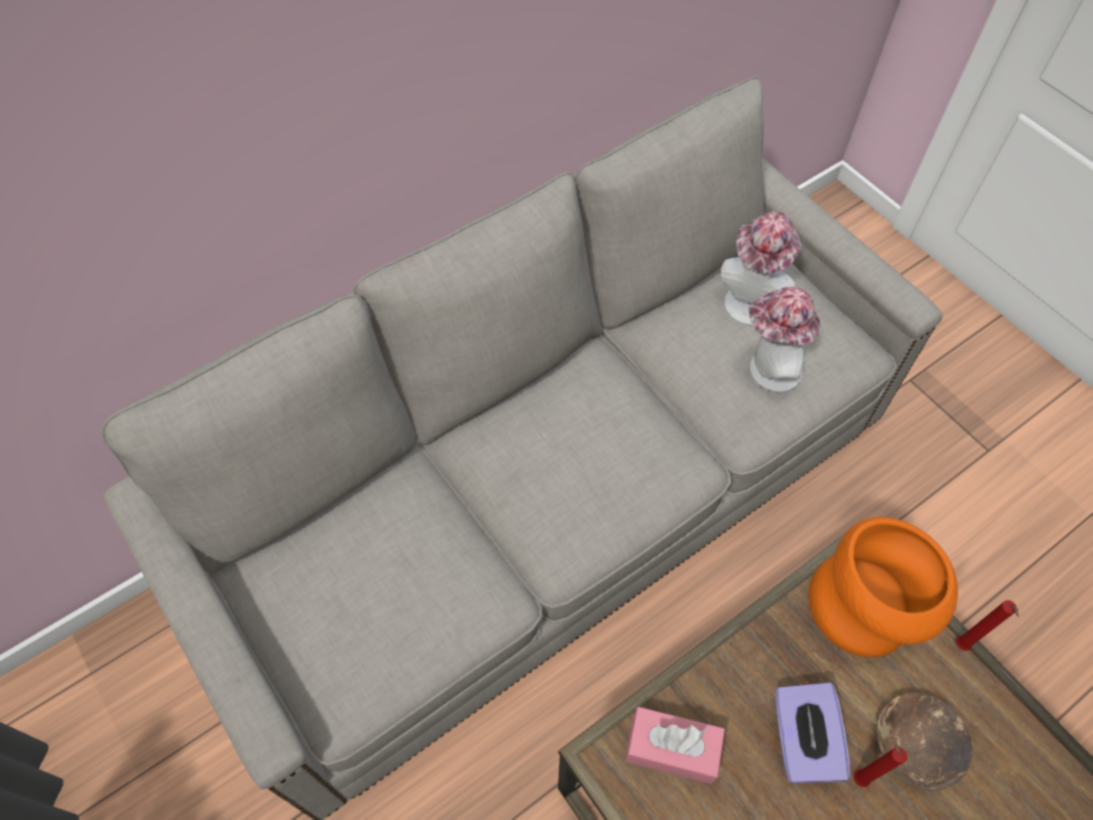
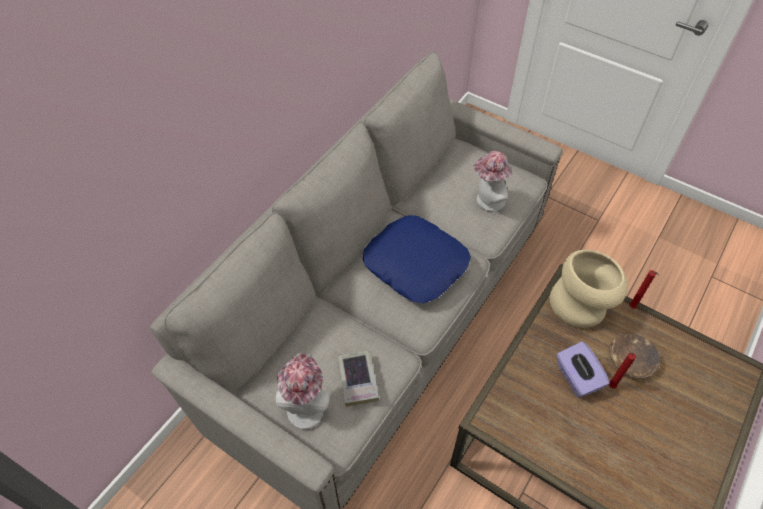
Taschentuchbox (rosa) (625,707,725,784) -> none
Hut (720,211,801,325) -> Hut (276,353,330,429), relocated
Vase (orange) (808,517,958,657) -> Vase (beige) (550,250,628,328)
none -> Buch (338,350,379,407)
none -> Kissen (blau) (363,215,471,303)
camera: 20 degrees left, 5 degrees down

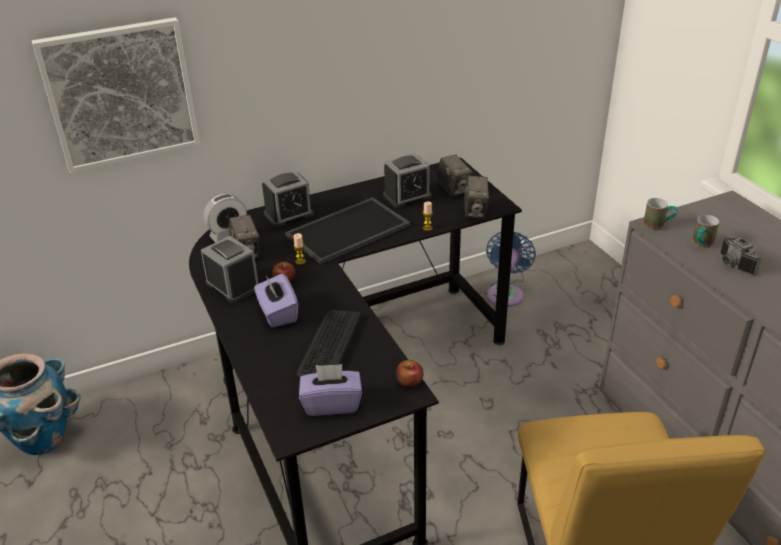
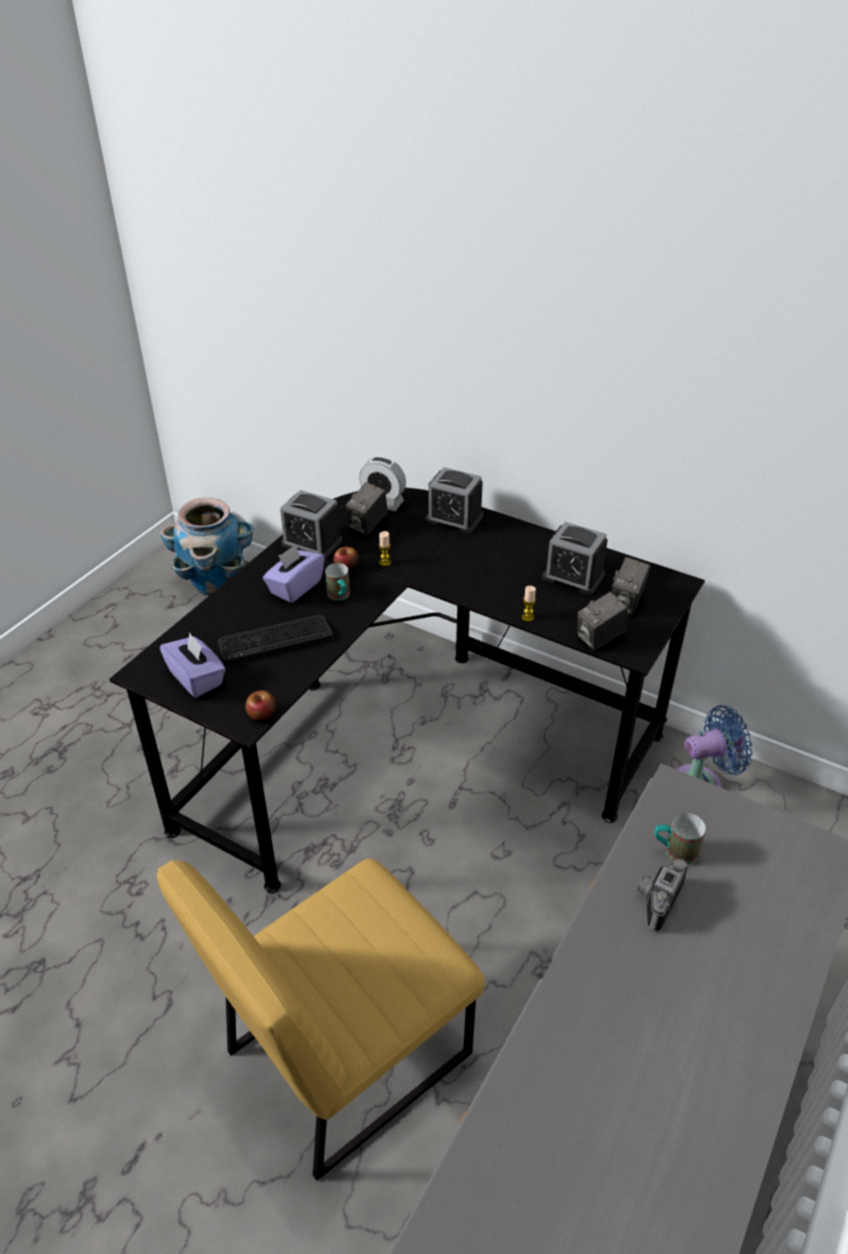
Bild (32,17,200,173) -> none
Wecker (201,236,258,303) -> Wecker (280,490,342,559), 105 degrees clockwise
Tablett (285,197,410,264) -> none
Henkelbecher (643,198,678,231) -> Henkelbecher (325,563,350,601), relocated
camera: 55 degrees right, 5 degrees up

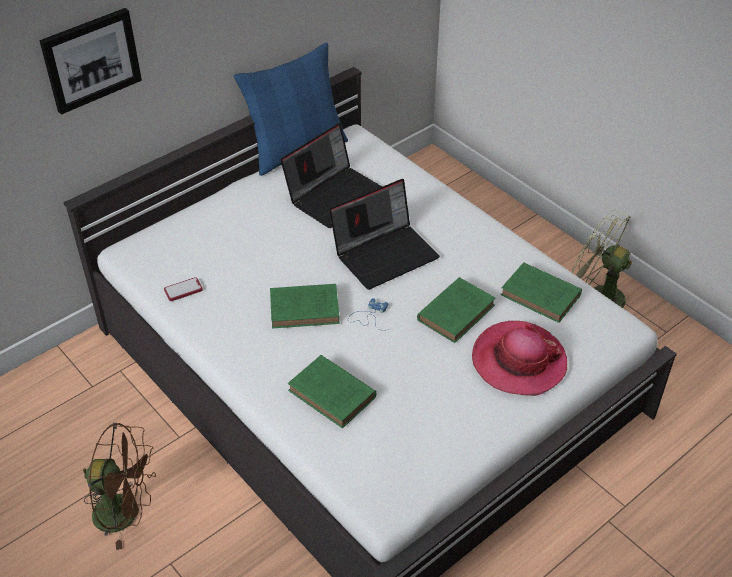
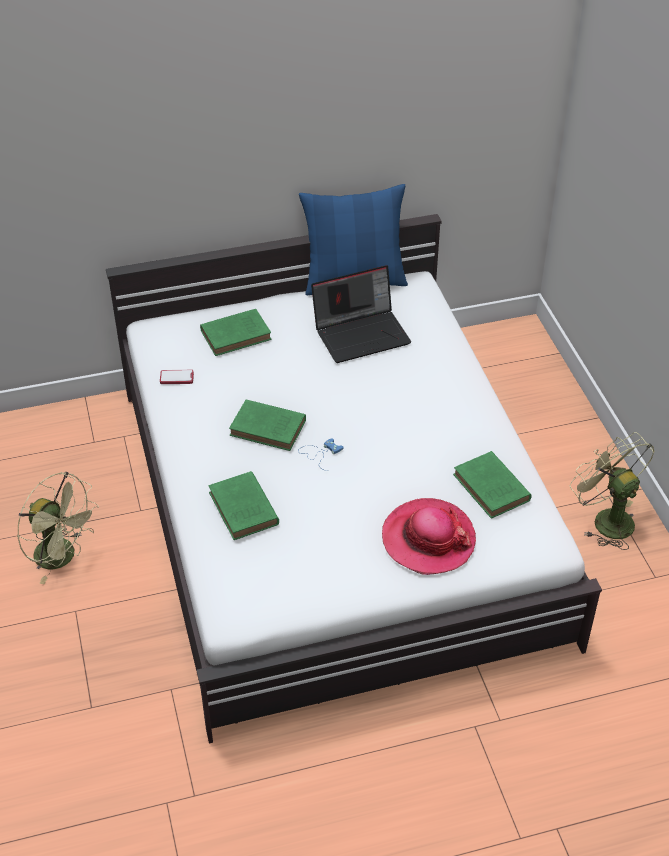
Bild (39,8,142,115) -> none
Ventilator (braun) (83,423,156,550) -> Ventilator (grün) (17,472,99,584)
Laptop (329,179,440,290) -> none
Buch (grün) (417,277,496,343) -> Buch (grün) (200,309,272,356), relocated
camera: 25 degrees right, 0 degrees up

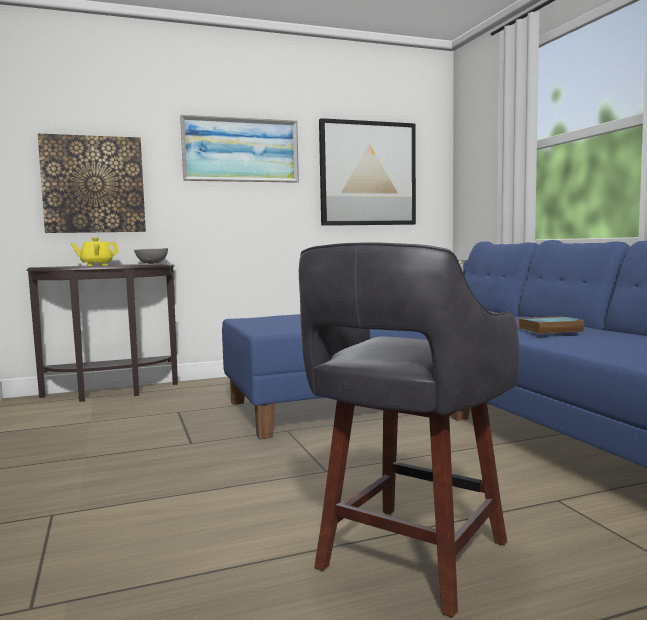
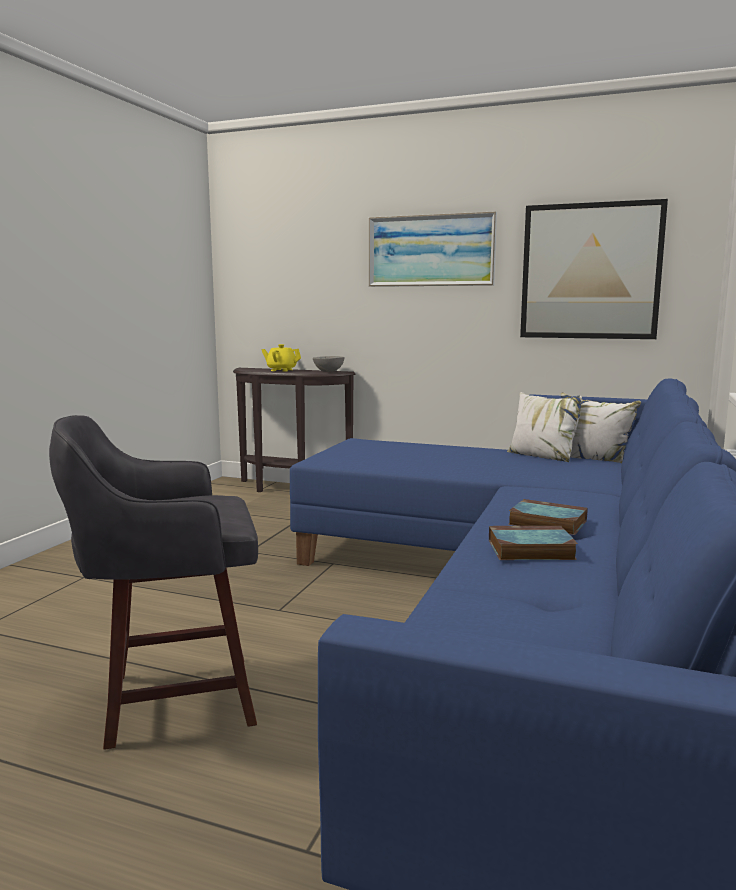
Bild (38,134,146,233) -> none
none -> Buch (489,526,578,560)
camera: 40 degrees right, 5 degrees up

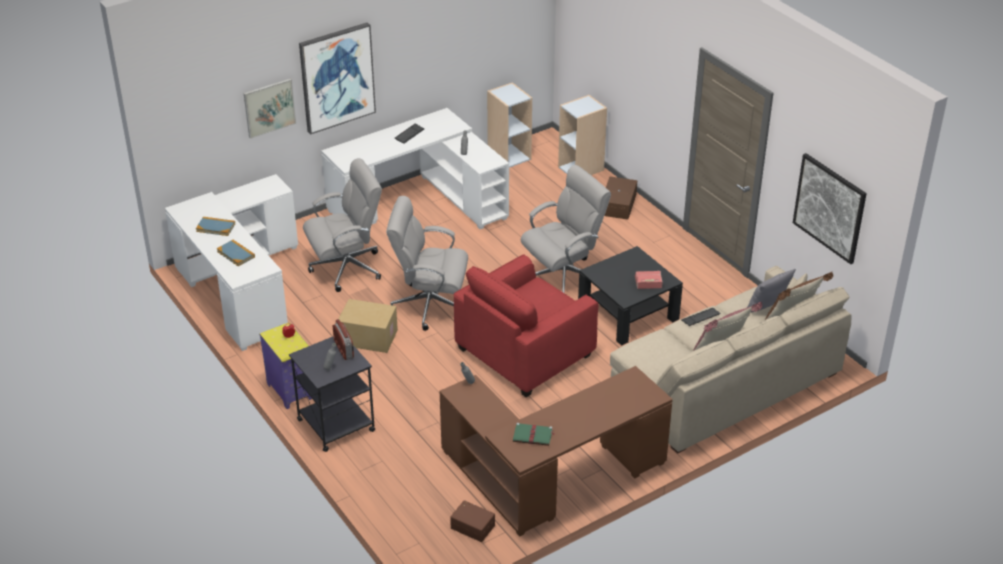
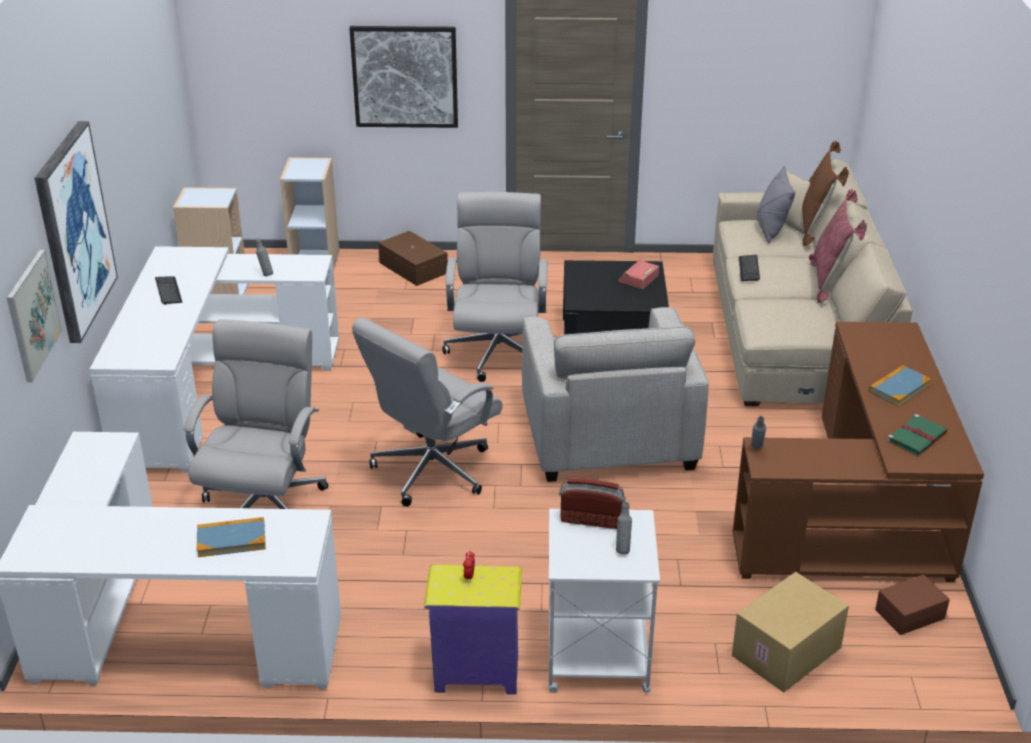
Buch (196,217,235,236) -> Buch (869,365,932,407), relocated
Rollwagen (schwarz) (289,337,375,452) -> Rollwagen (weiß) (548,509,660,693)
Karton (339,299,398,353) -> Karton (732,572,849,692), relocated
Sessel (rot) (454,255,598,397) -> Sessel (grau) (522,307,709,482)
Bild (793,153,867,264) -> Bild (349,26,458,128), relocated
camera: 55 degrees left, 5 degrees down

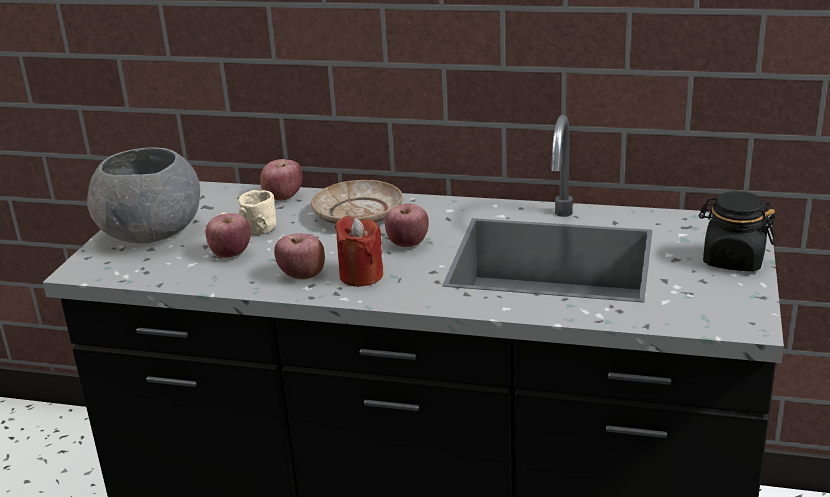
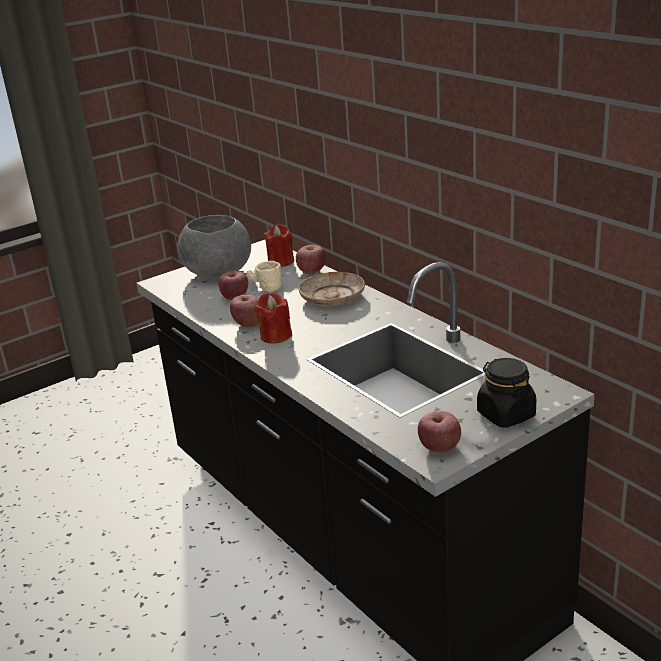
Apfel (385,203,429,247) -> Apfel (418,411,461,453), relocated
none -> Kerze (rot) (264,224,294,267)
camera: 40 degrees right, 0 degrees up

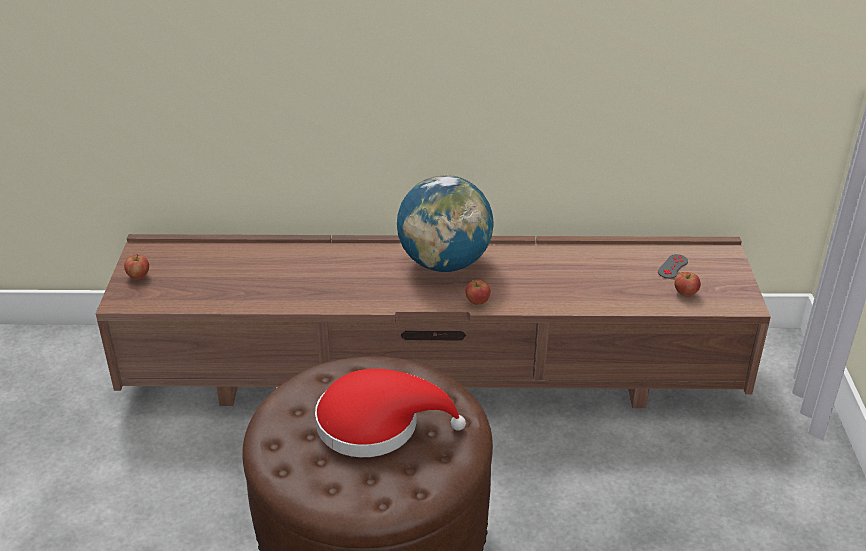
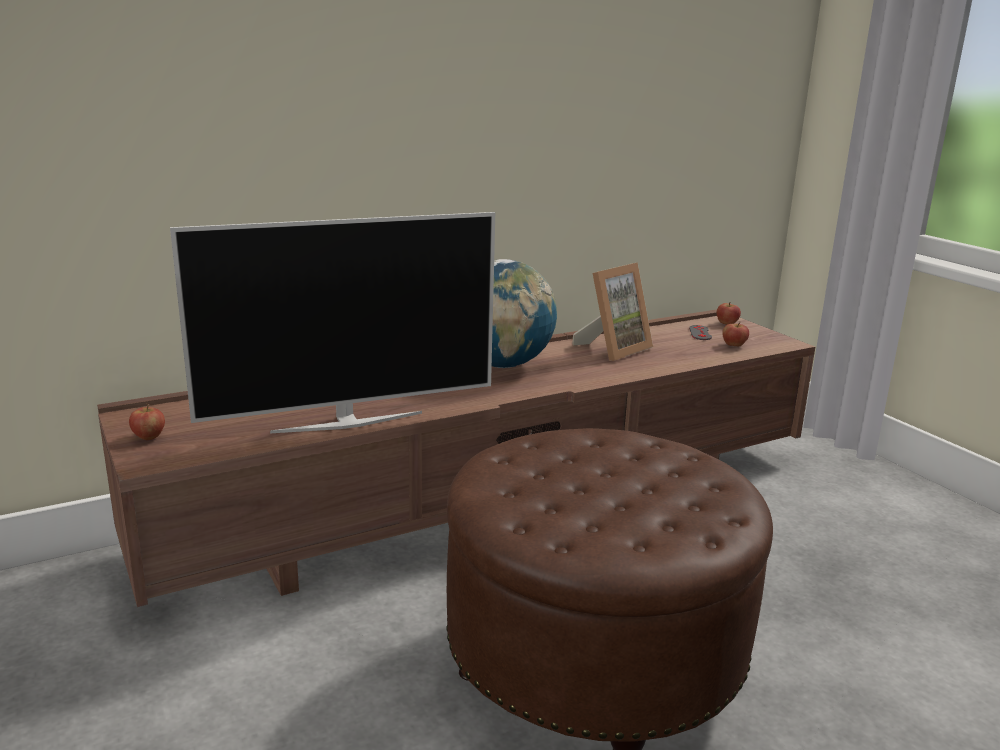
Hut (rot) (315,369,466,457) -> none
Apfel (465,279,490,305) -> Apfel (717,302,741,325), relocated
none -> Fernseher (170,212,495,433)
none -> Bilderrahmen (572,262,653,361)
camera: 30 degrees left, 15 degrees down

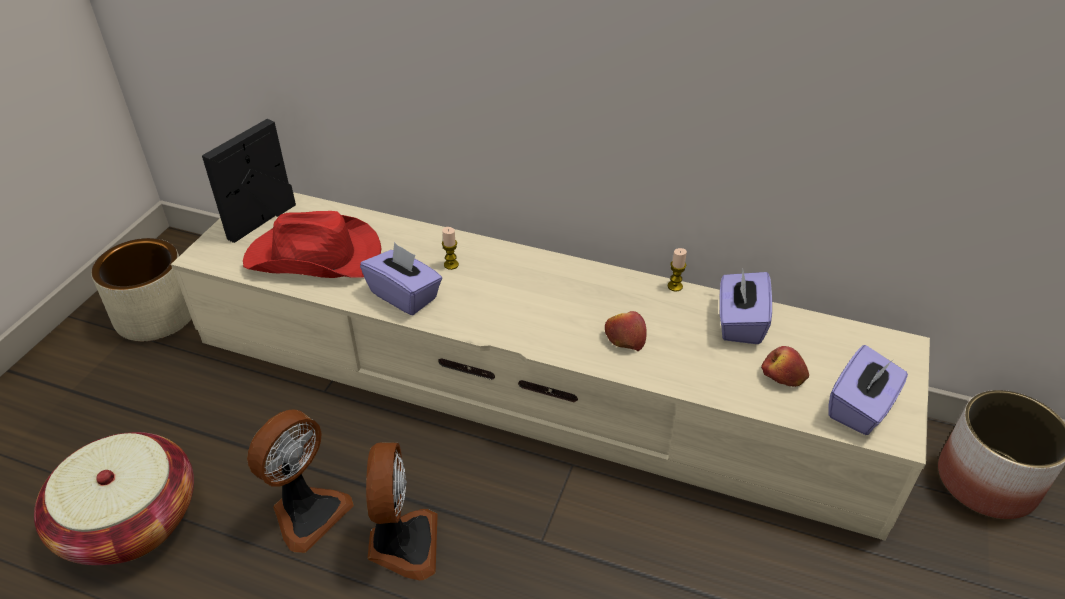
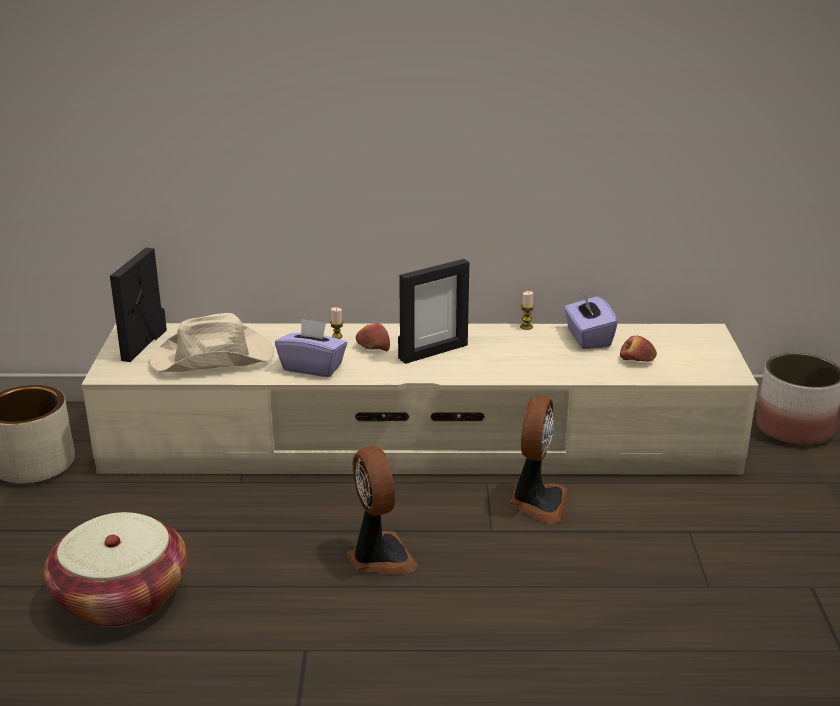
Hut (rot) (243,211,382,278) -> Hut (beige) (149,313,274,372)
Ventilator (247,409,354,553) -> Ventilator (508,396,570,524), relocated
Apfel (605,311,647,351) -> Apfel (356,323,390,351), relocated
Taschentuchbox (lila) (828,345,908,435) -> none
none -> Bilderrahmen (398,259,469,364)
camera: 20 degrees left, 15 degrees down

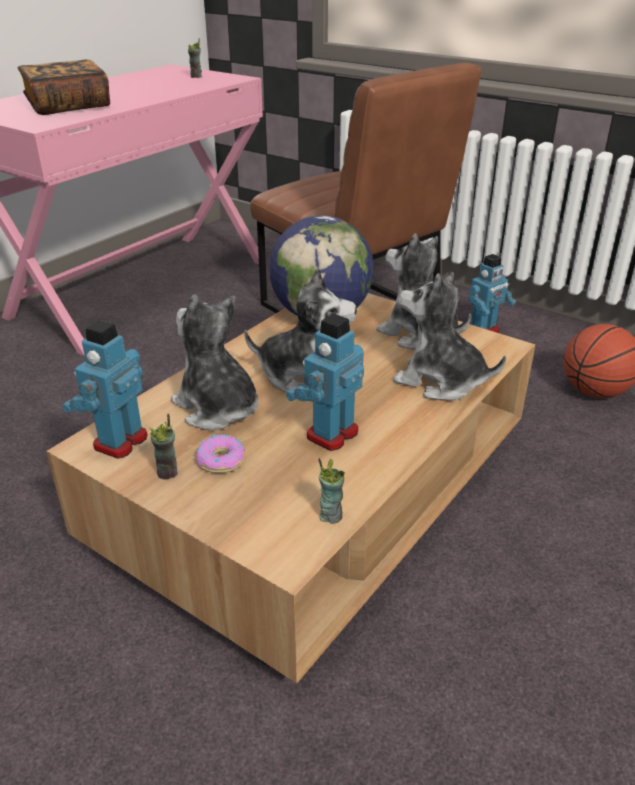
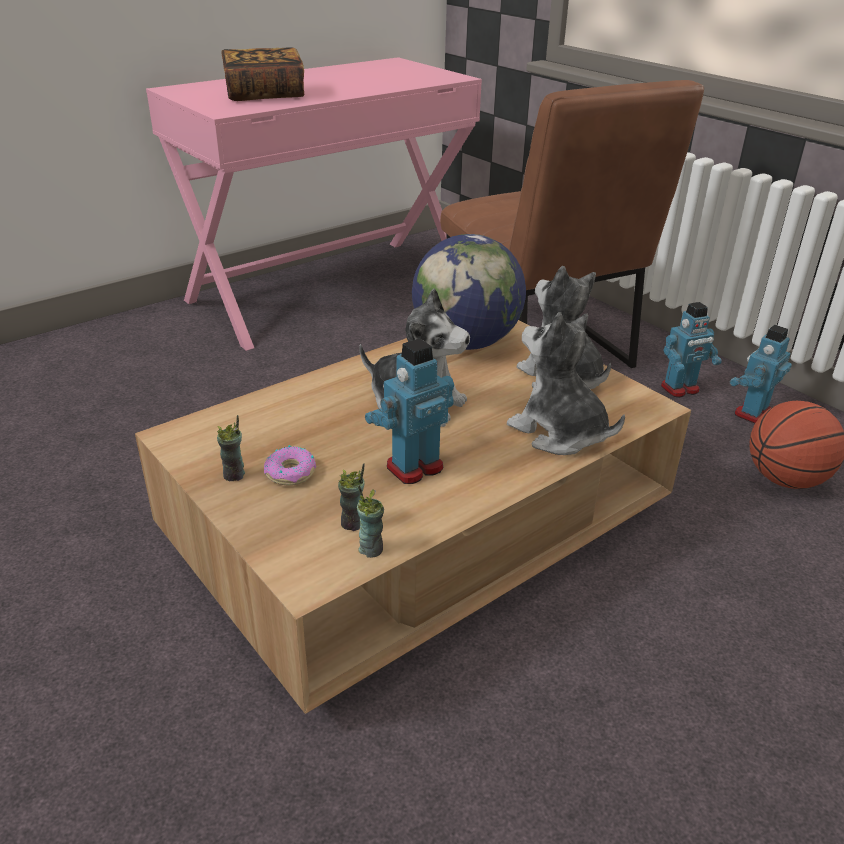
Spielzeugroboter (62,320,148,459) -> Spielzeugroboter (730,325,792,424), relocated
Plüschtier (171,295,258,430) -> none
Tasse (188,38,202,78) -> Tasse (338,463,365,531), relocated
camera: 15 degrees right, 0 degrees up

